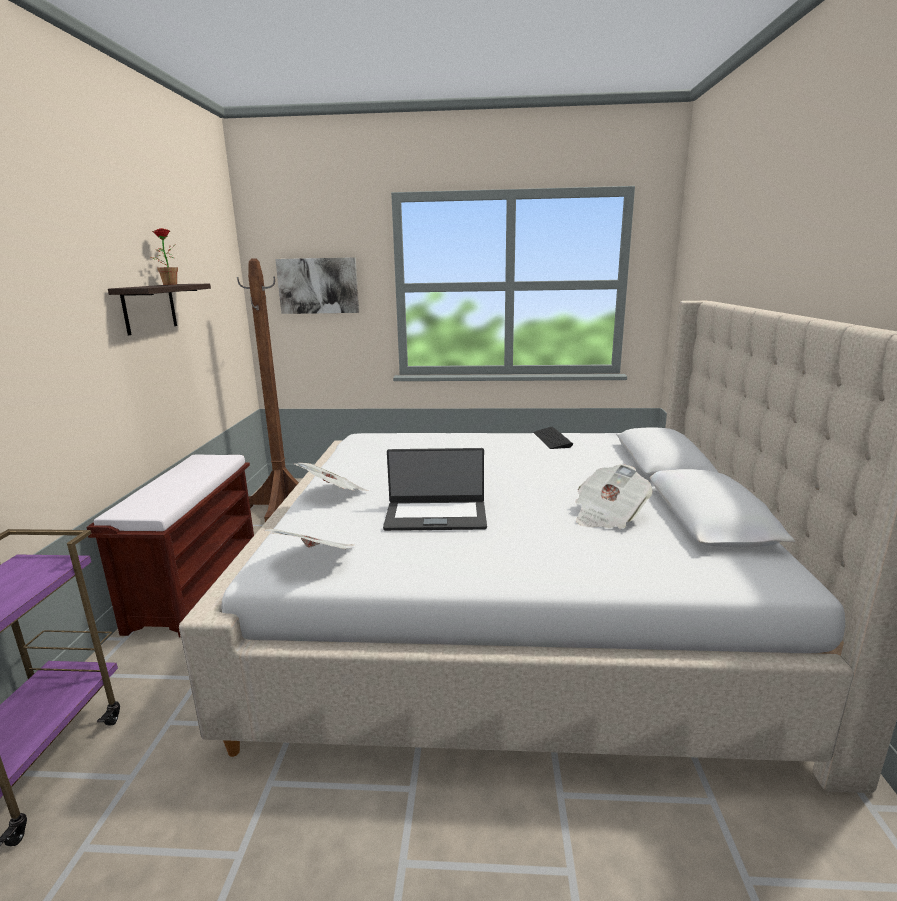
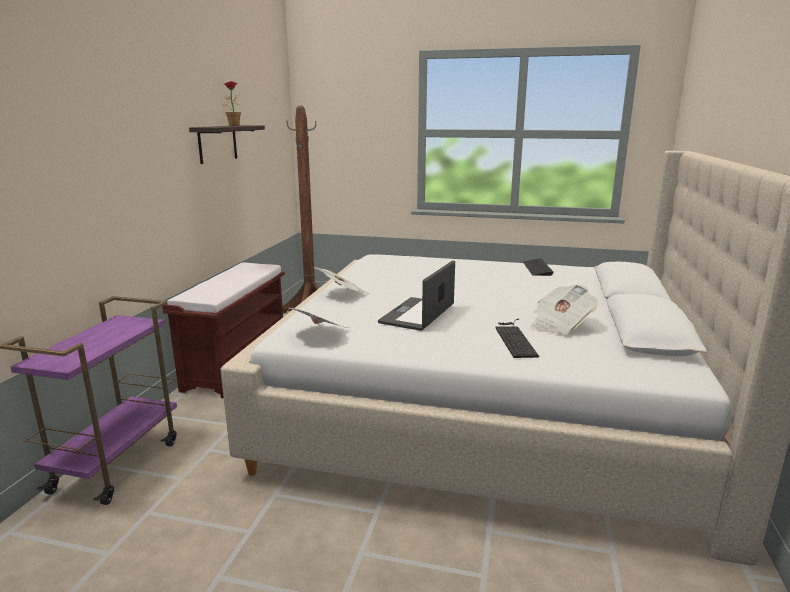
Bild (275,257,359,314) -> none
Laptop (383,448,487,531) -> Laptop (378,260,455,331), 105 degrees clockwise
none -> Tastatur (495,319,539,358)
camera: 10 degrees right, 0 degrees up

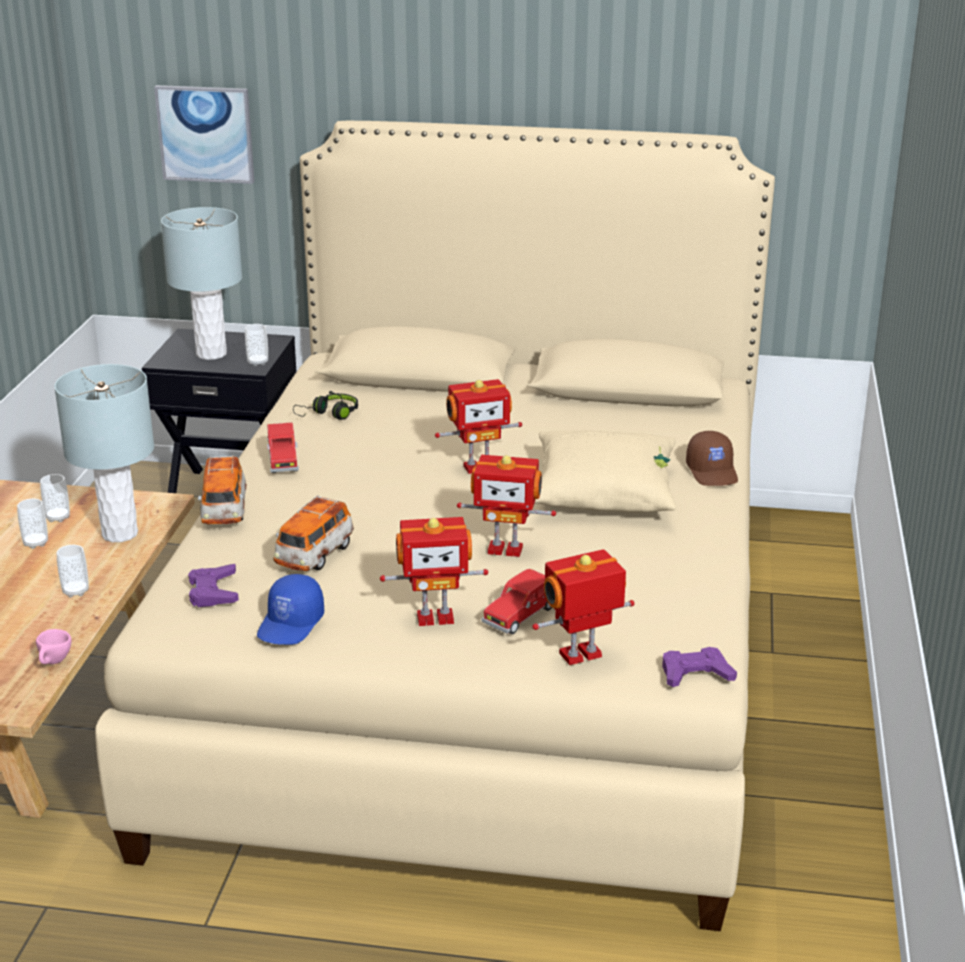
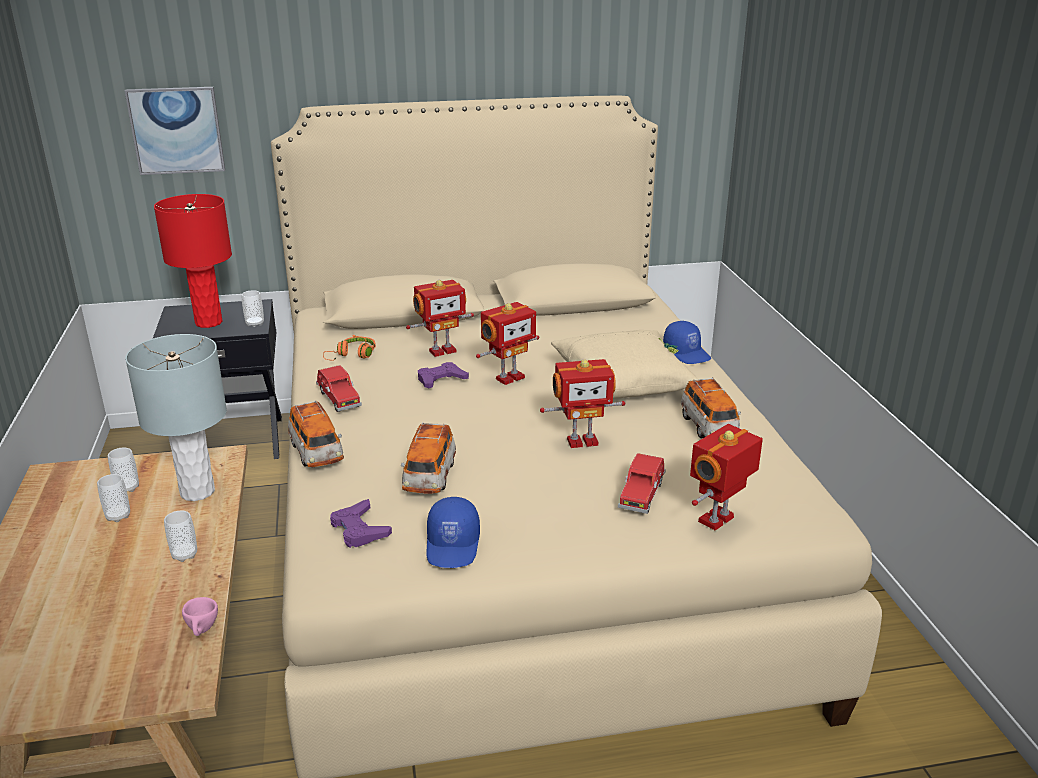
Tischlampe (grau) (161,207,242,360) -> Tischlampe (rot) (154,194,232,328)
Kopfhörer (schwarz) (293,391,358,420) -> Kopfhörer (orange) (323,335,376,361)
Spielzeugroboter (380,517,488,626) -> Spielzeugroboter (406,280,474,357), relocated
Gamepad (lila) (662,647,737,687) -> Gamepad (lila) (418,362,469,388), relocated
Kappe (braun) (686,431,738,486) -> Kappe (blau) (663,321,711,364)
none -> Spielzeugauto (681,377,741,439)
camera: 20 degrees left, 0 degrees up

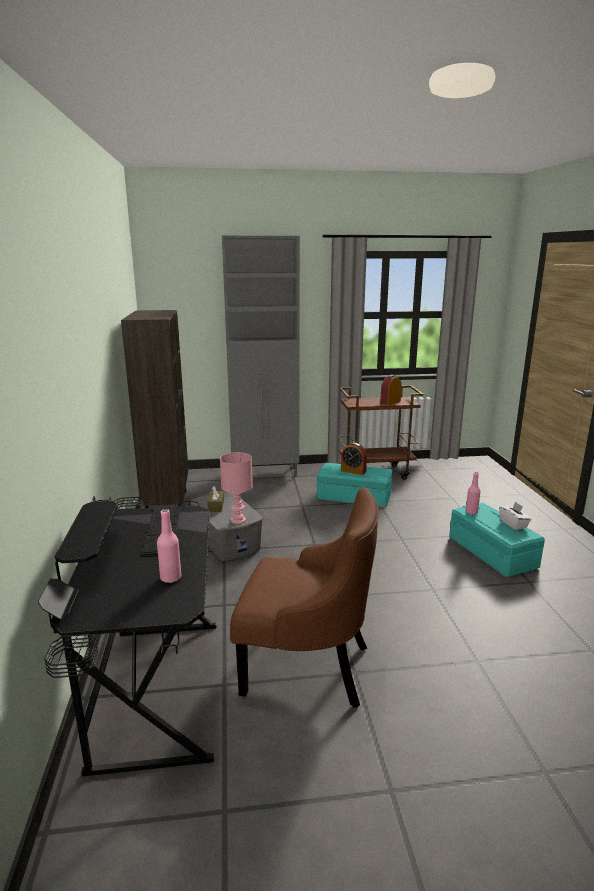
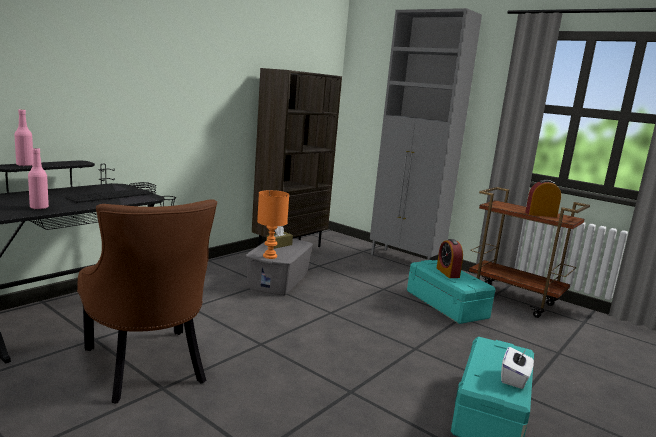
Tischlampe (rosa) (220,452,253,524) -> Tischlampe (orange) (257,190,289,259)
Flasche (rosa) (466,472,481,514) -> Flasche (rosa) (14,109,33,166), relocated
camera: 45 degrees right, 5 degrees down

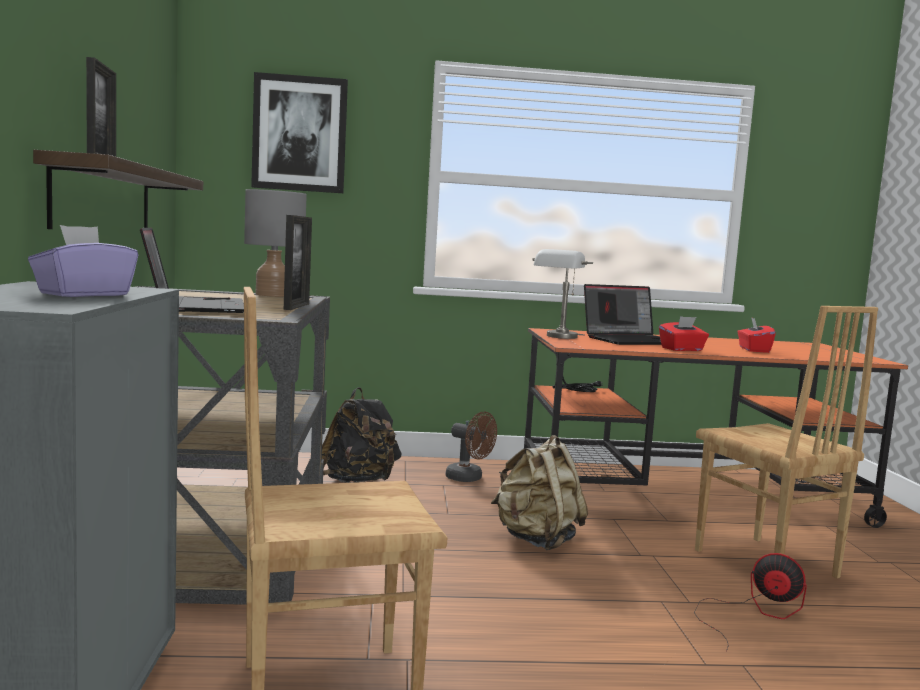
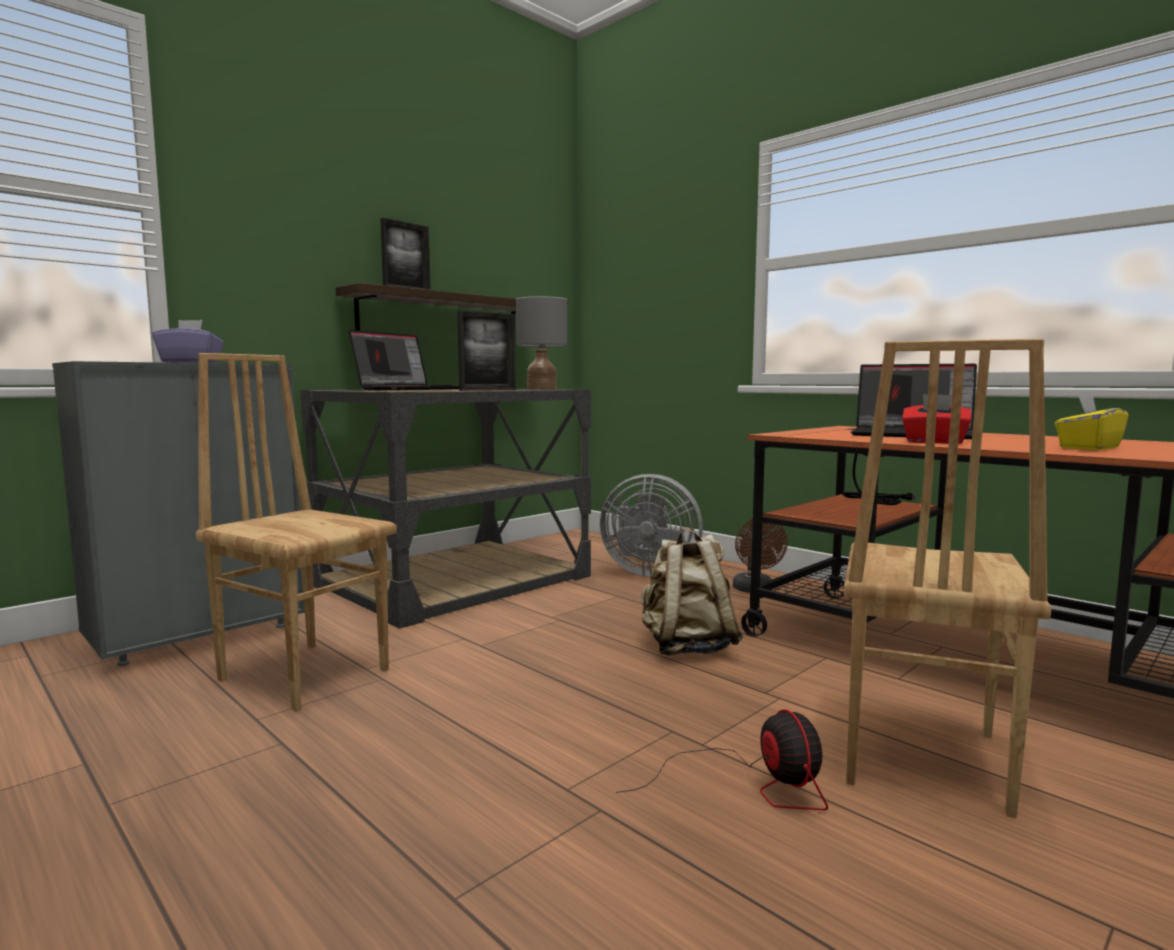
Bild (251,72,348,193) -> none
Rucksack (schwarz) (322,387,402,483) -> Ventilator (grau) (600,474,703,577)
Tischlampe (grau) (532,249,593,339) -> none
Taschentuchbox (rot) (737,317,776,353) -> Taschentuchbox (gelb) (1055,395,1129,450)
camera: 50 degrees right, 0 degrees up

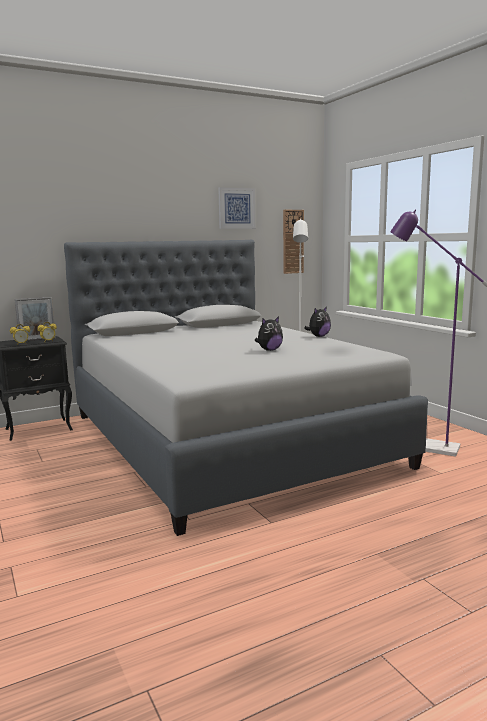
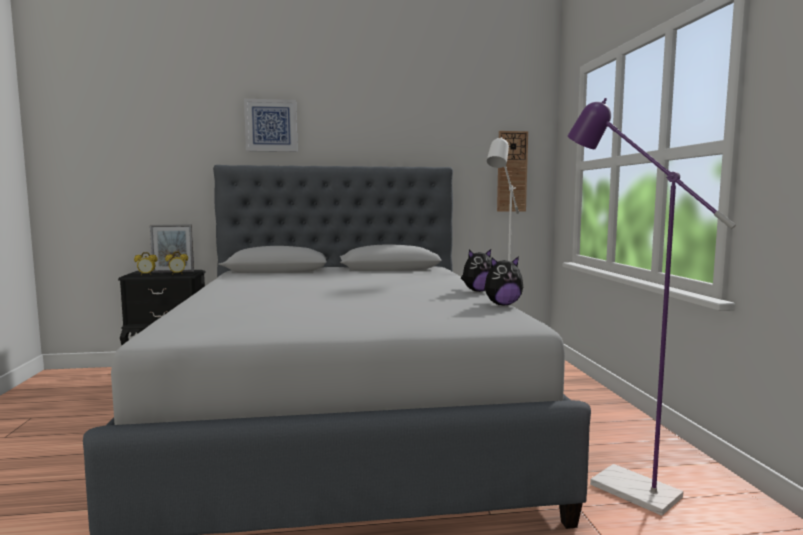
Bild (218,187,255,229) -> Bild (244,99,298,152), relocated
Plüschtier (255,316,283,351) -> Plüschtier (484,256,523,305), relocated
camera: 20 degrees right, 5 degrees down

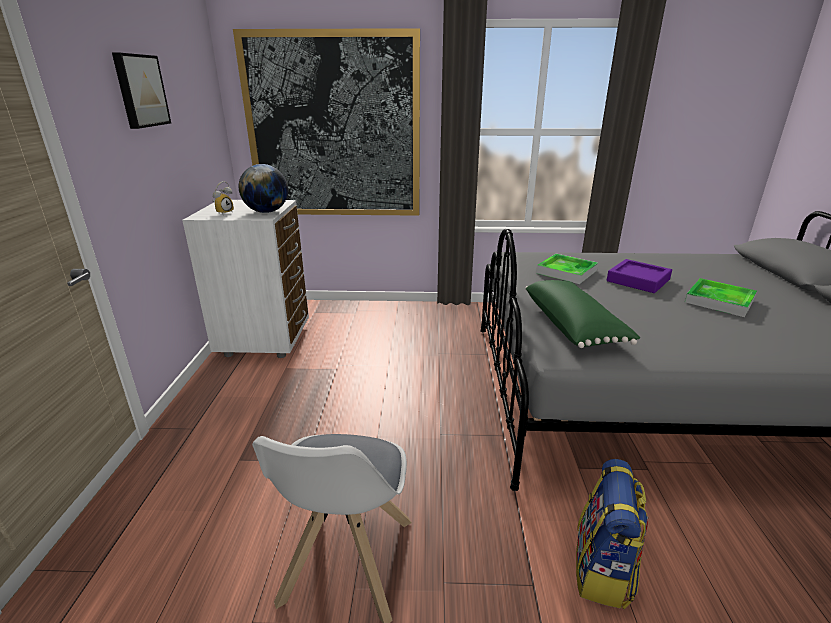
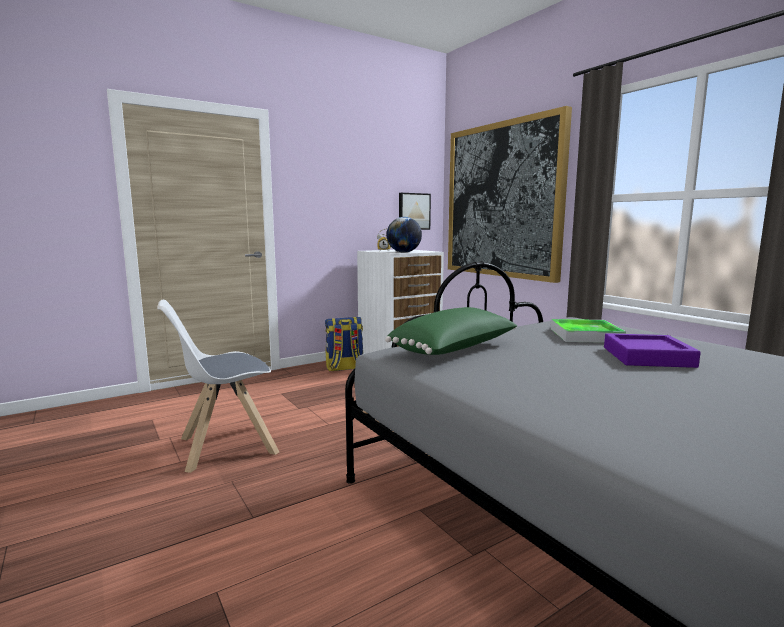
Bild (112,53,171,129) -> Bild (399,193,431,230), relocated
Rucksack (576,459,648,609) -> Rucksack (325,317,363,371), relocated
Tablett (685,278,757,317) -> none
camera: 55 degrees right, 15 degrees down

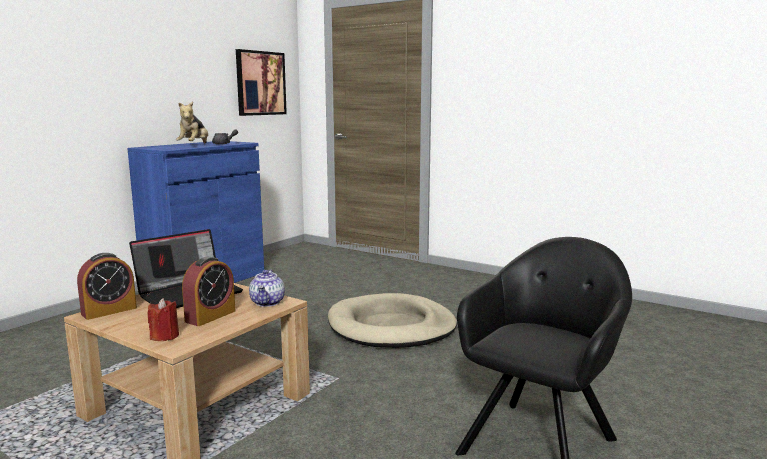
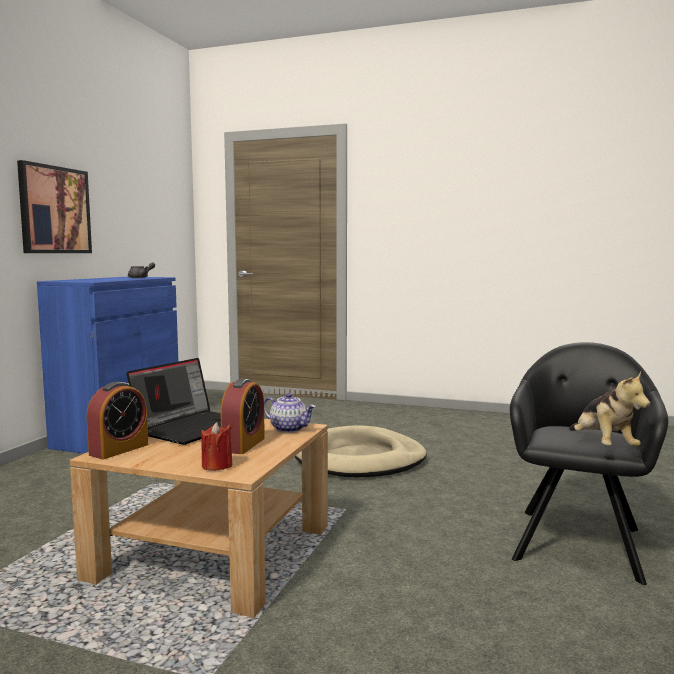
Plüschtier (176,101,208,143) -> Plüschtier (569,372,650,446), relocated
Bild (236,49,287,116) -> Bild (17,160,92,253), relocated
Teekanne (249,269,285,307) -> Teekanne (264,393,316,433), 45 degrees counterclockwise
camera: 15 degrees left, 5 degrees down

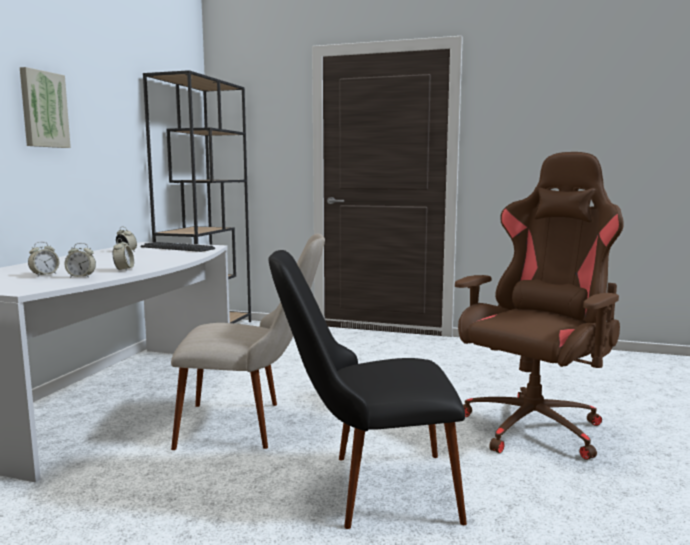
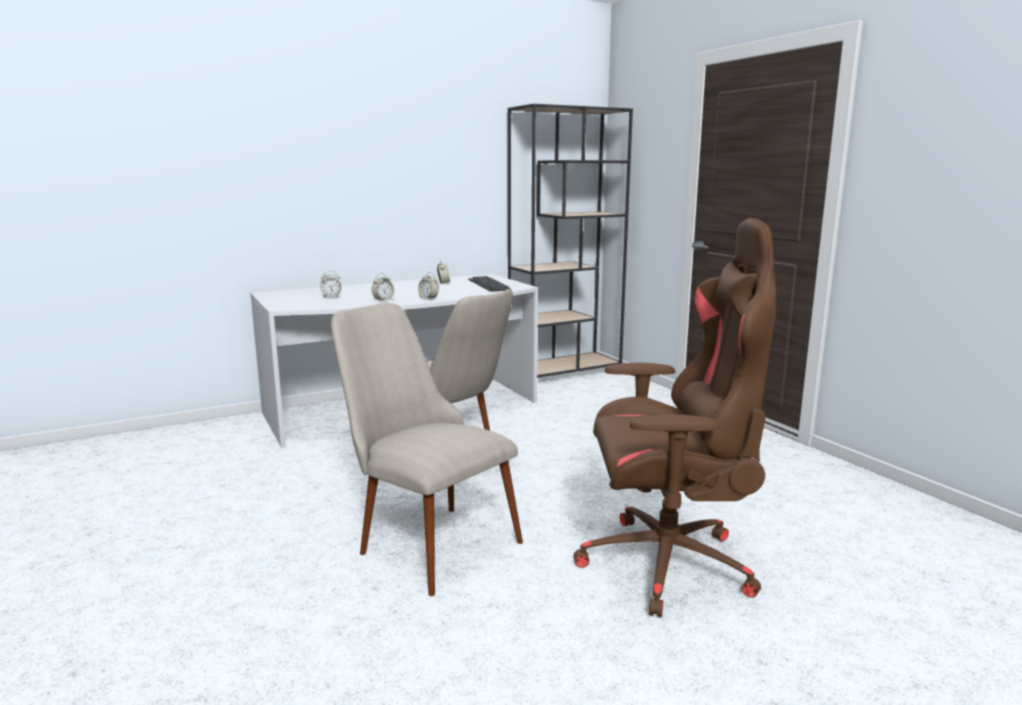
Bild (20,67,71,148) -> none
Wecker (65,243,96,278) -> Wecker (418,272,439,300), relocated
Stuhl (schwarz) (268,250,467,529) -> Stuhl (beige) (331,303,523,596)
camera: 45 degrees right, 5 degrees up

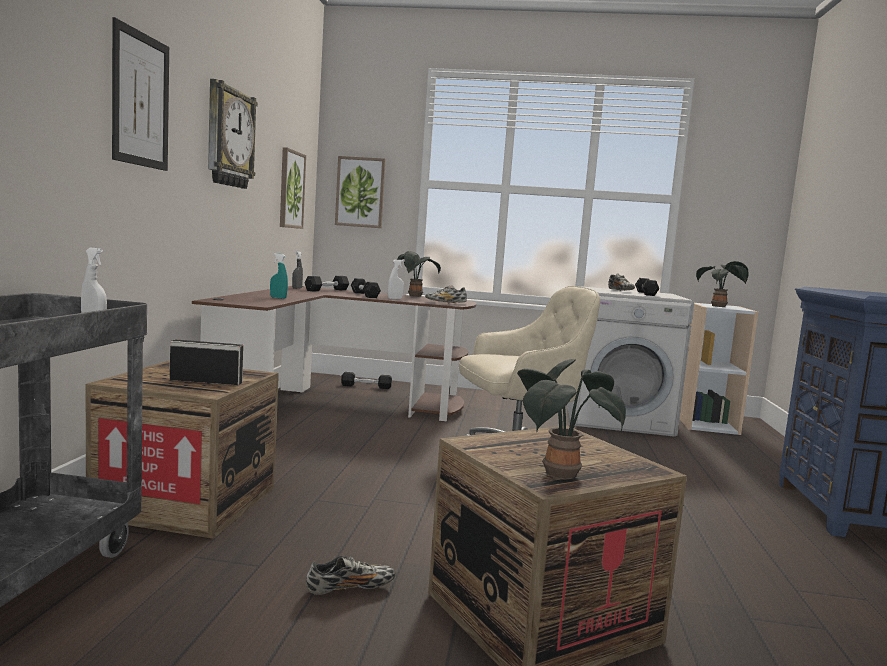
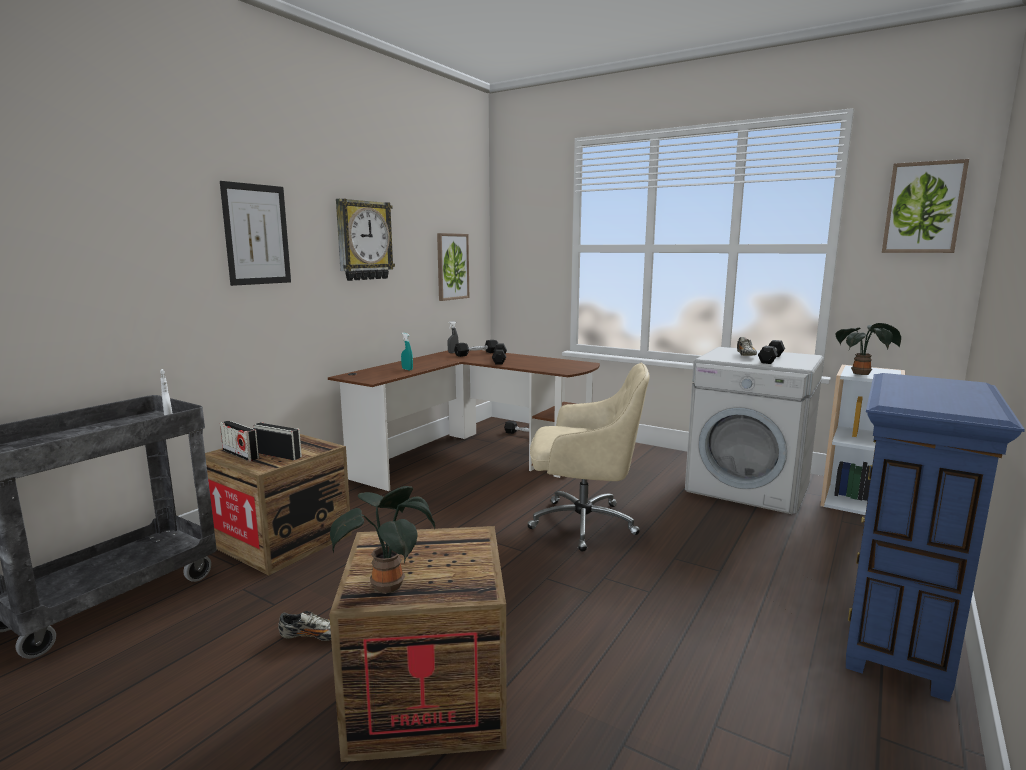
Bild (335,156,386,228) -> Bild (882,159,969,253), relocated
Sprühflasche (weiß) (388,260,404,299) -> none
Topfpflanze (397,251,441,297) -> none
Schuh (425,285,467,304) -> none
none -> Radio (220,421,259,461)
camera: 25 degrees right, 5 degrees up

